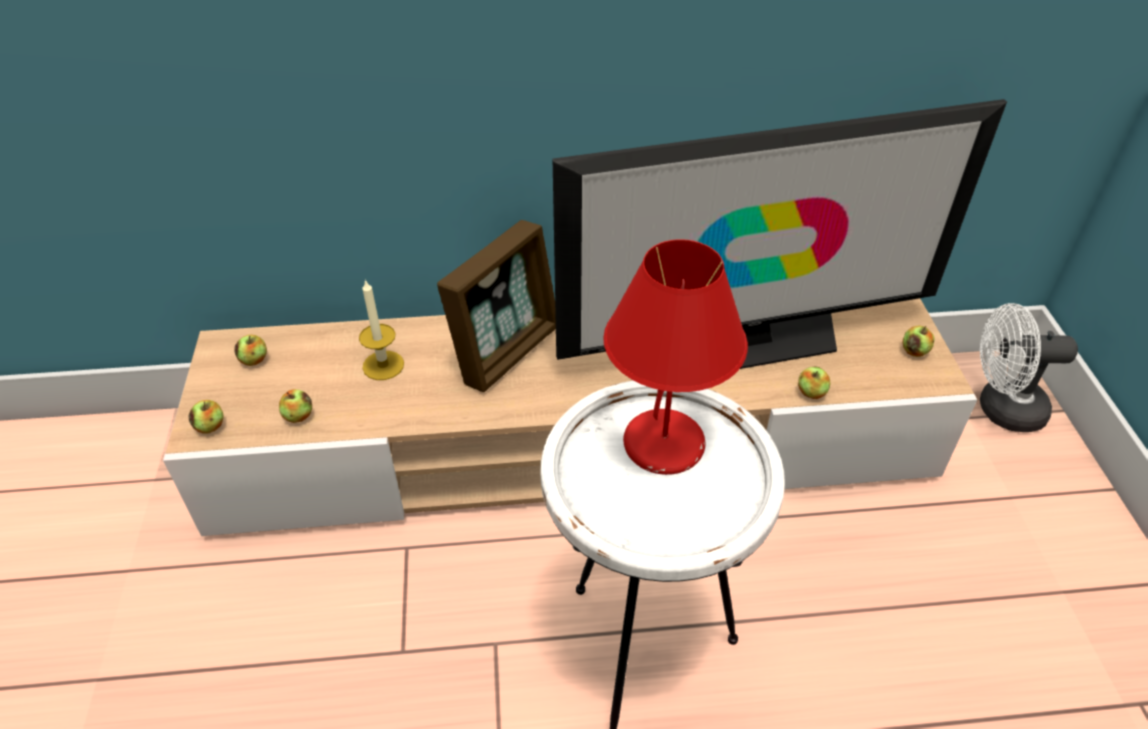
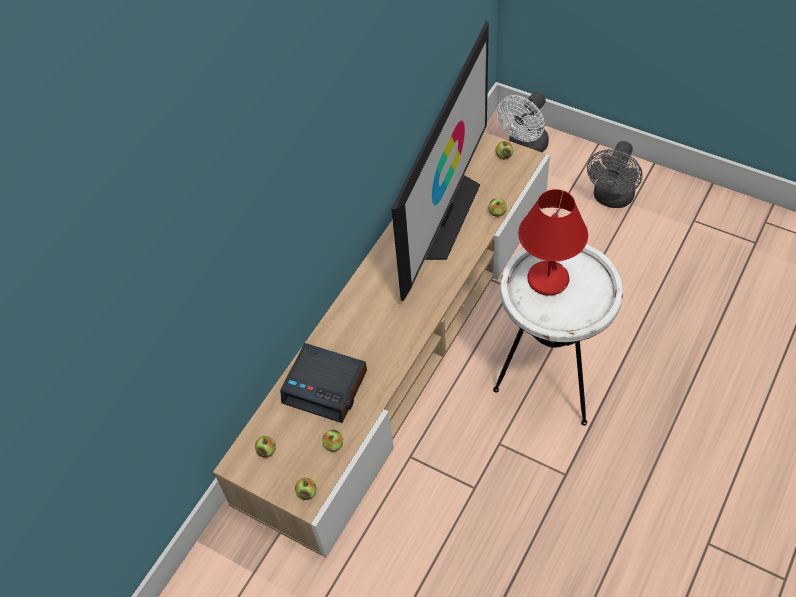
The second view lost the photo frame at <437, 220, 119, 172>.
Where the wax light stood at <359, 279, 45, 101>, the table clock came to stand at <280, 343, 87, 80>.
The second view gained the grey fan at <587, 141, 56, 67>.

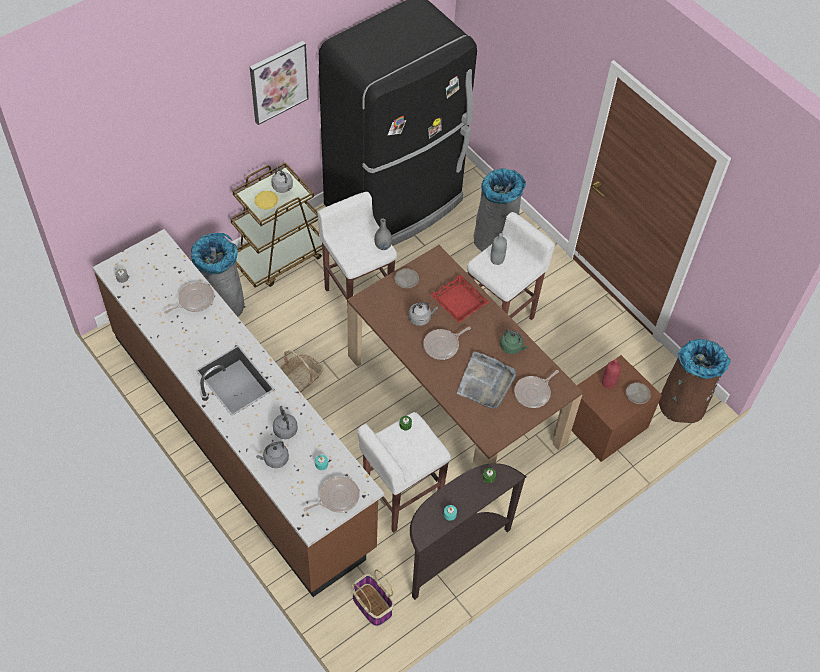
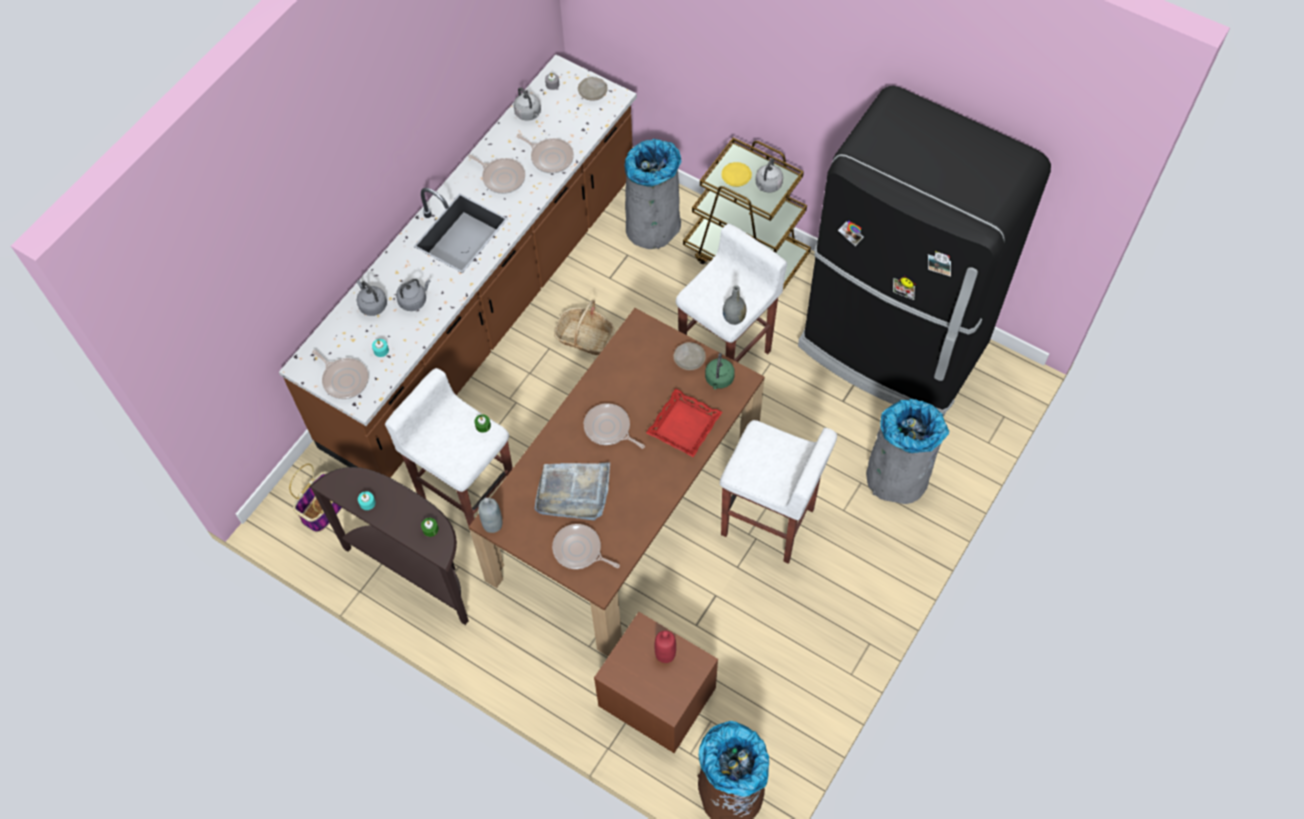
The second view lost the wall art at <250, 41, 59, 84>.
The grey bottle ended up elsewhere, having gone from <490, 233, 17, 32> to <478, 498, 24, 35>.
The grey kettle ended up elsewhere, having gone from <408, 302, 30, 24> to <514, 87, 27, 34>.
The green kettle ended up elsewhere, having gone from <500, 330, 28, 24> to <705, 353, 30, 36>.
The sand-coloured dinner plate ended up elsewhere, having gone from <626, 382, 25, 22> to <578, 77, 30, 24>.
The second view gained the pan at <468, 155, 57, 39>.

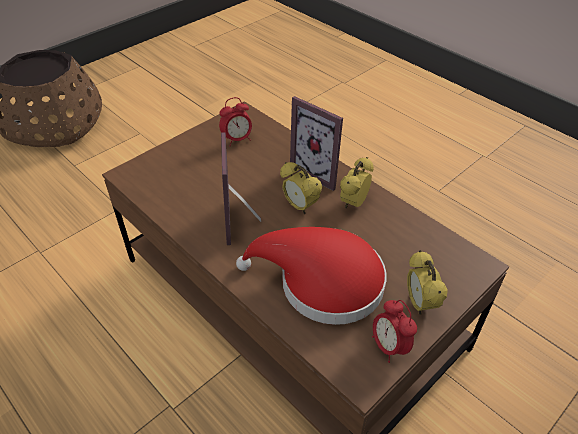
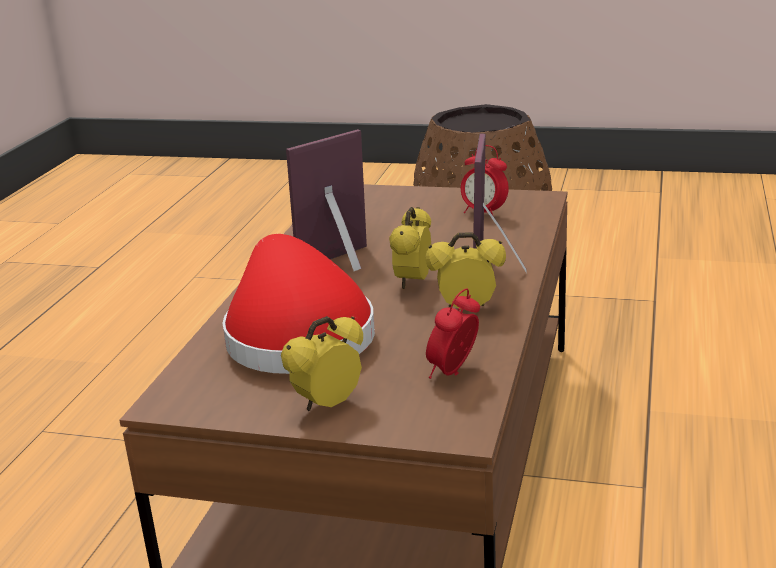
The table clock ended up elsewhere, having gone from <372, 300, 45, 63> to <426, 288, 54, 91>.

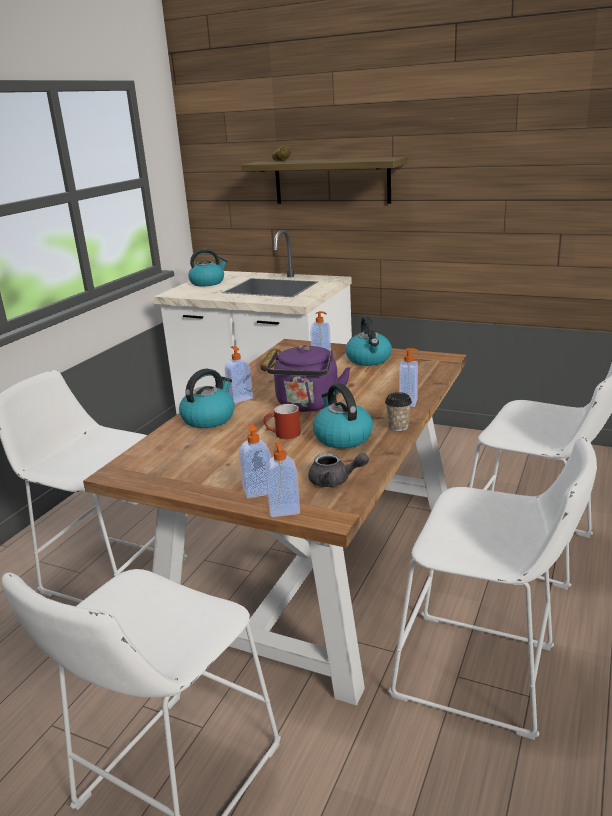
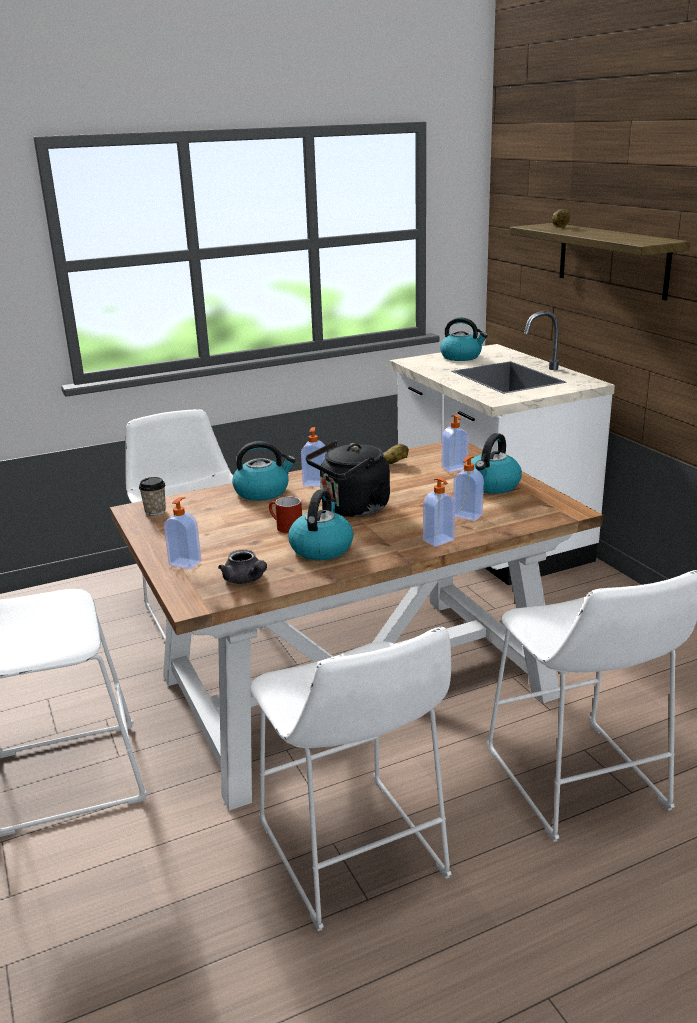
What was the purple kettle at <266, 345, 85, 67> turned into the black kettle at <306, 441, 84, 76>.
The small cup ended up elsewhere, having gone from <385, 392, 27, 39> to <139, 477, 27, 39>.
The liquid soap bottle ended up elsewhere, having gone from <265, 442, 35, 75> to <453, 456, 31, 65>.

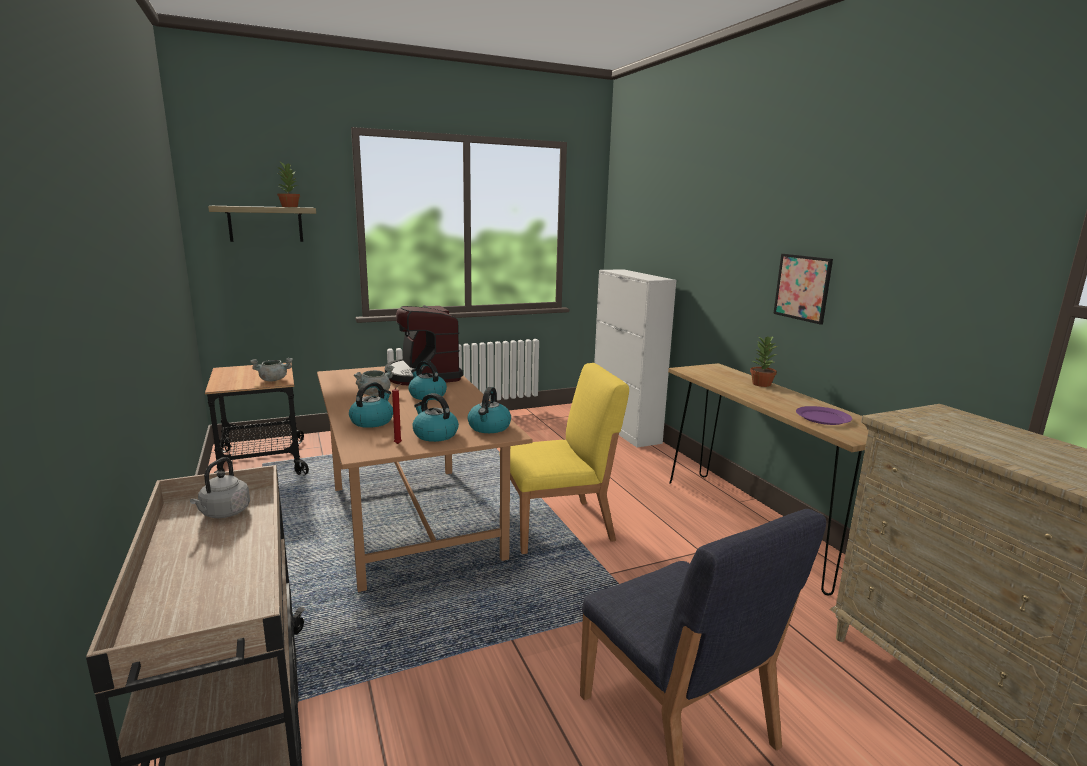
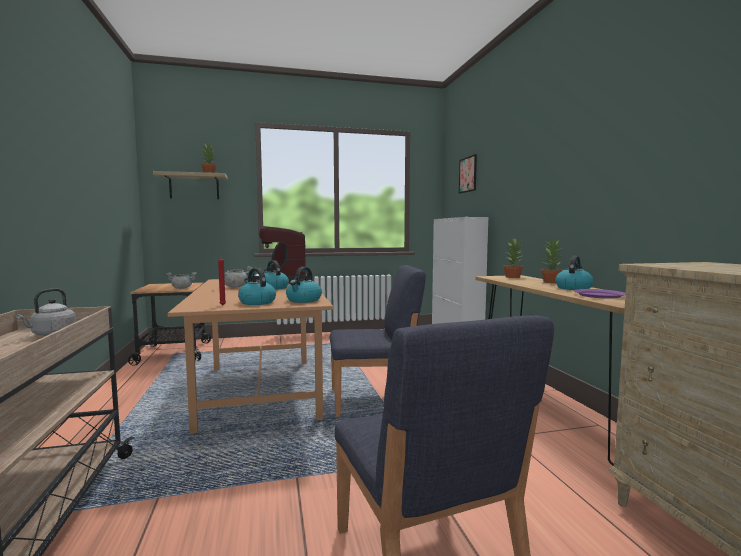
The wall art ended up elsewhere, having gone from <773, 254, 60, 71> to <459, 154, 18, 39>.
What was the yellow-coloured upright chair at <510, 363, 119, 191> turned into the bluish upright chair at <330, 265, 96, 152>.
The kettle ended up elsewhere, having gone from <349, 382, 44, 46> to <555, 256, 39, 34>.
The second view gained the houseplant at <503, 238, 20, 40>.

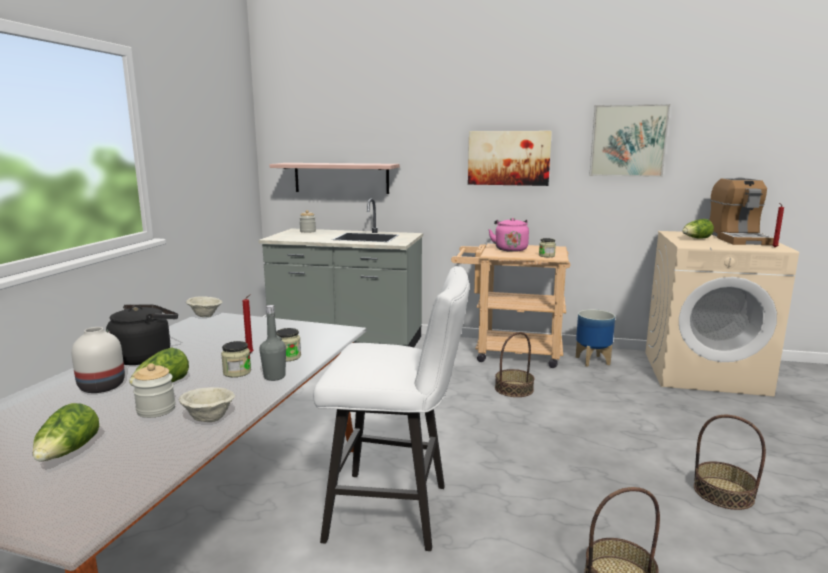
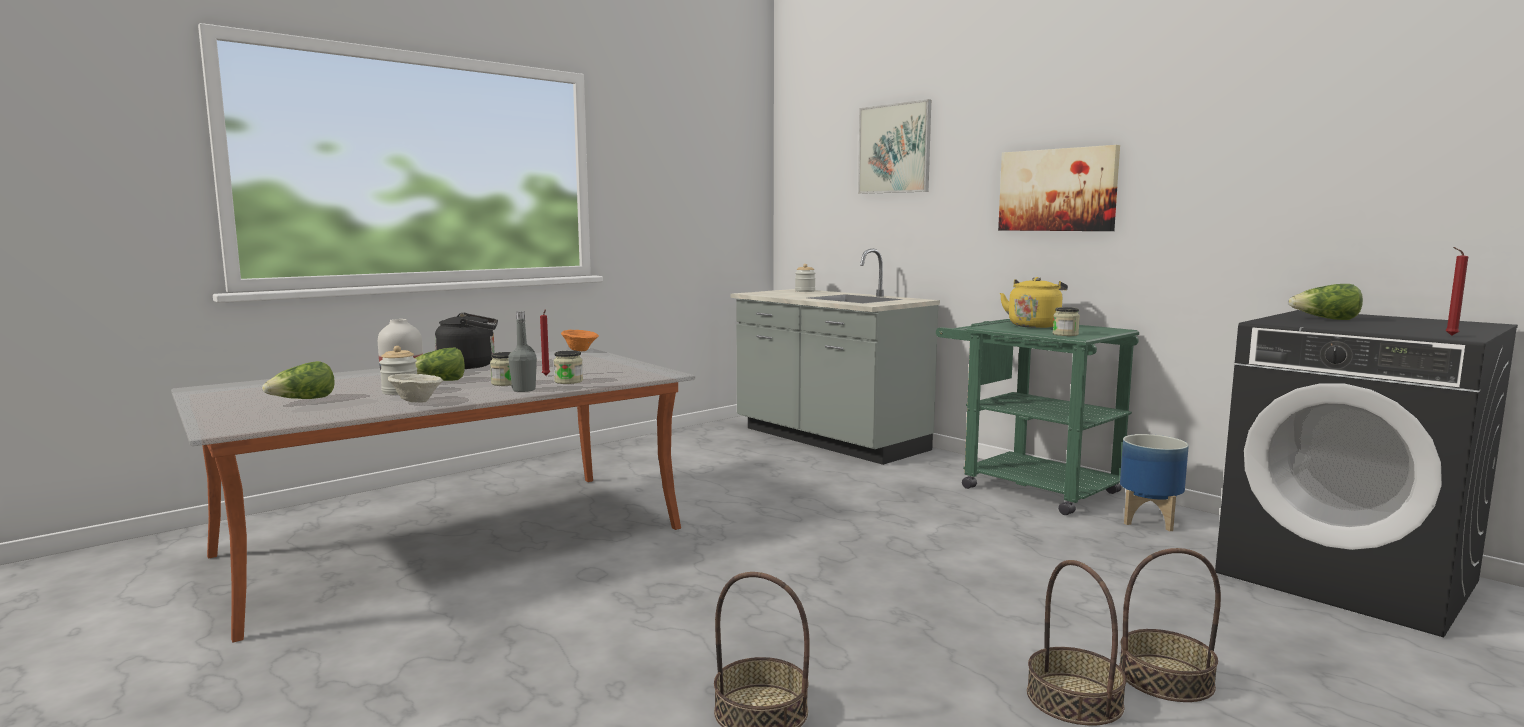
The wall art ended up elsewhere, having gone from <589, 104, 81, 73> to <858, 99, 73, 95>.
The second view lost the wall shelf at <269, 163, 131, 31>.
The second view lost the coffee maker at <709, 177, 65, 68>.
What was the pink-coloured kettle at <488, 218, 41, 34> turned into the yellow-coloured kettle at <1000, 277, 68, 51>.
What was the sand-coloured laundry appliance at <645, 231, 154, 165> turned into the black laundry appliance at <1215, 310, 303, 327>.
What was the sand-coloured trolley at <451, 244, 120, 124> turned into the green trolley at <936, 319, 203, 196>.
The second view lost the white stool at <313, 266, 156, 285>.
What was the sand-coloured bowl at <186, 296, 37, 21> turned into the orange bowl at <561, 330, 38, 21>.
The household basket ended up elsewhere, having gone from <495, 332, 39, 65> to <1119, 548, 102, 154>.

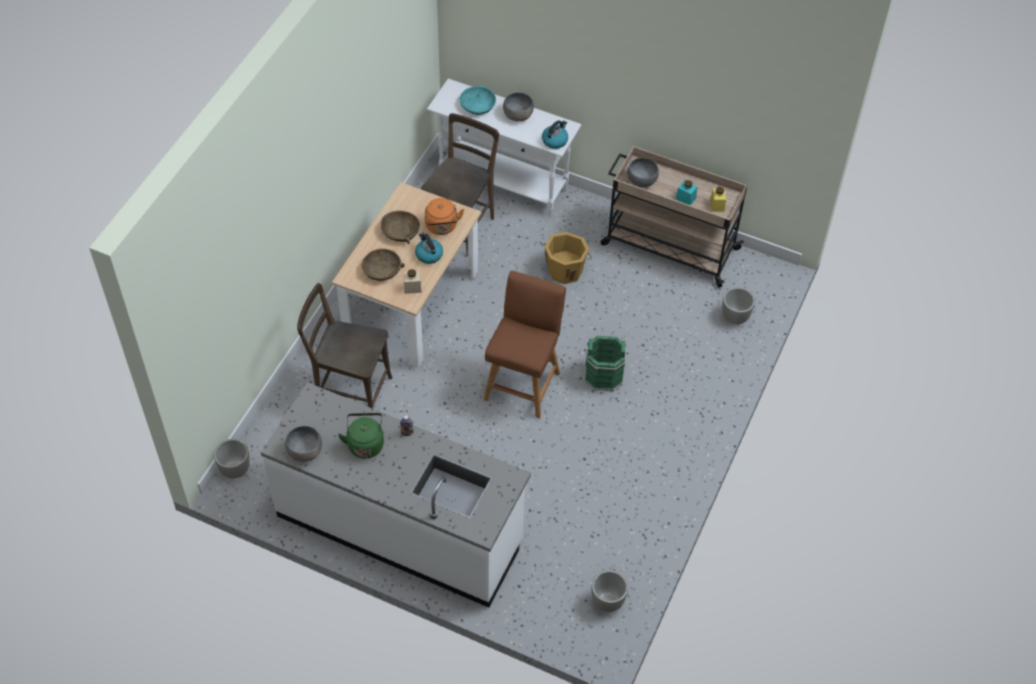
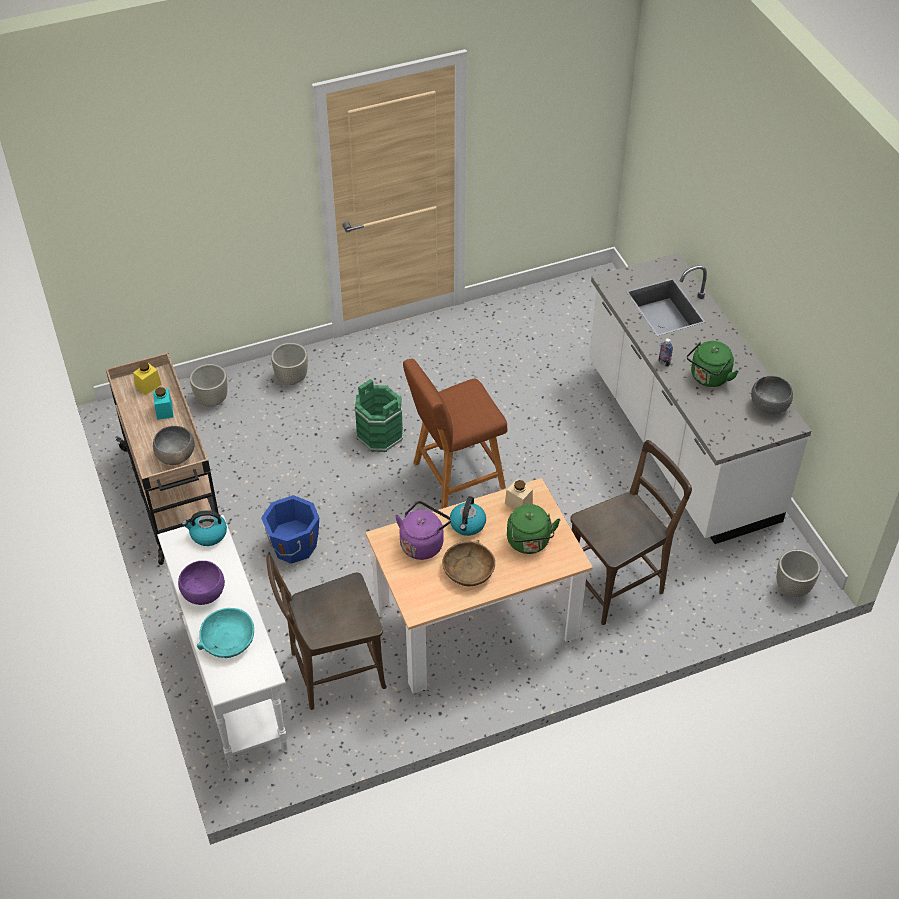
What was the grey bowl at <503, 92, 31, 30> turned into the purple bowl at <178, 561, 47, 44>.
What was the orange kettle at <425, 198, 39, 37> turned into the purple kettle at <395, 501, 56, 59>.
What was the orange bucket at <543, 232, 49, 52> turned into the bluish bucket at <261, 495, 58, 69>.
Where the brown bowl stood at <362, 249, 43, 32>, the green kettle came to stand at <507, 504, 53, 50>.
The brown upright chair at <297, 283, 95, 126> ended up facing another way, 90 degrees counterclockwise from before.
The grey planter ended up elsewhere, having gone from <592, 570, 36, 42> to <271, 343, 37, 42>.

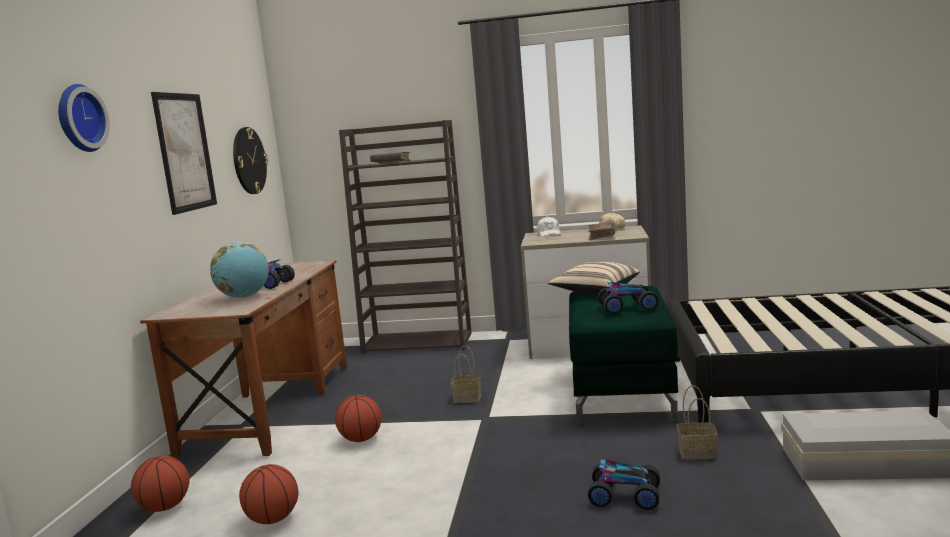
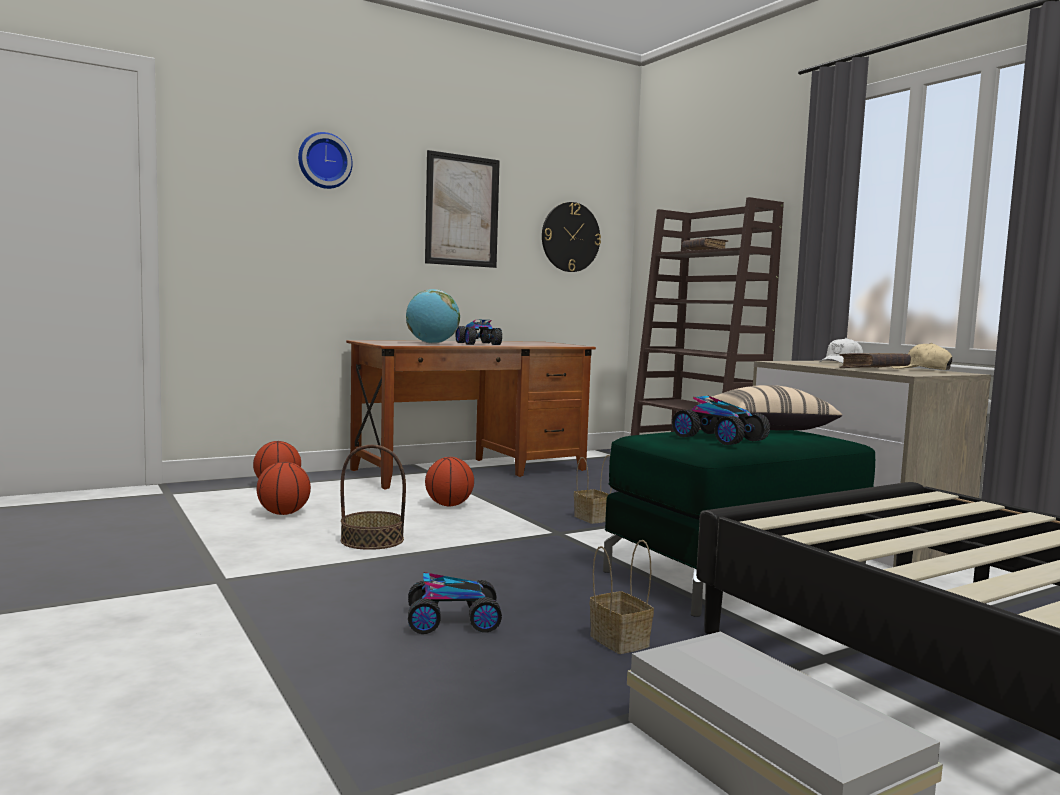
The toy car at <588, 458, 72, 52> ended up facing another way, 75 degrees counterclockwise from before.
The second view gained the household basket at <340, 445, 66, 105>.

